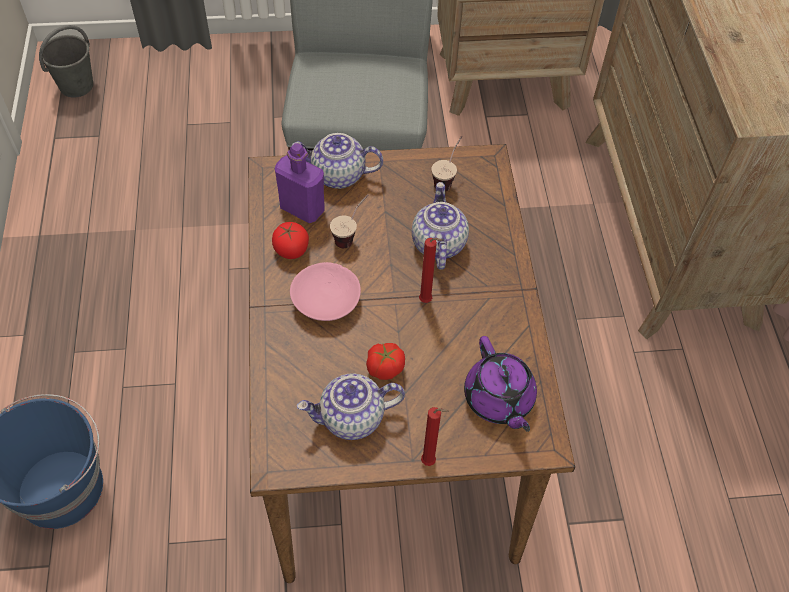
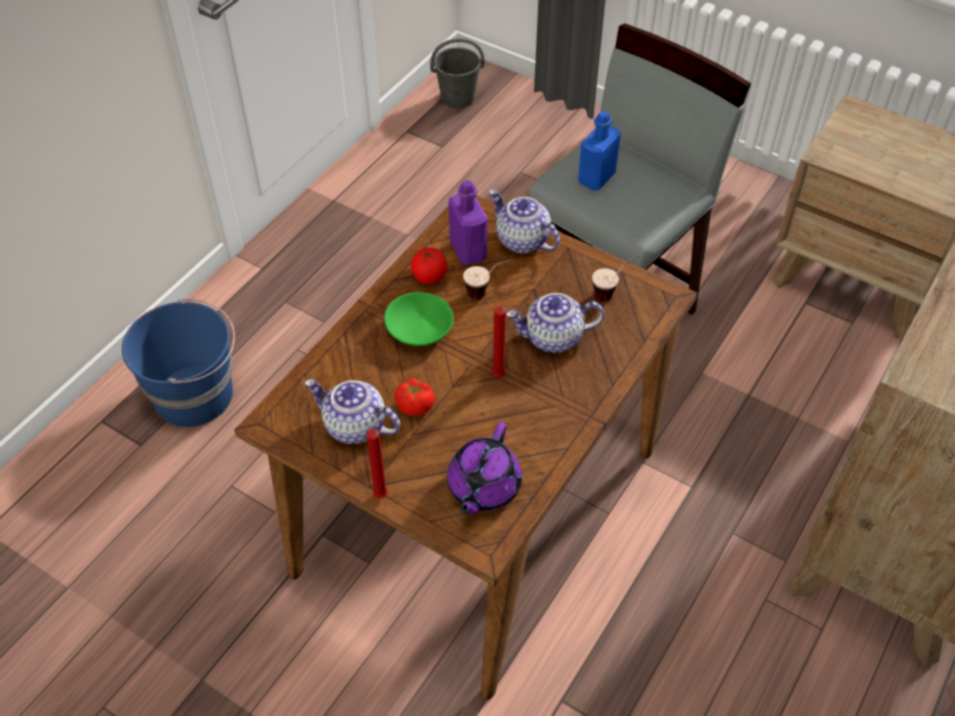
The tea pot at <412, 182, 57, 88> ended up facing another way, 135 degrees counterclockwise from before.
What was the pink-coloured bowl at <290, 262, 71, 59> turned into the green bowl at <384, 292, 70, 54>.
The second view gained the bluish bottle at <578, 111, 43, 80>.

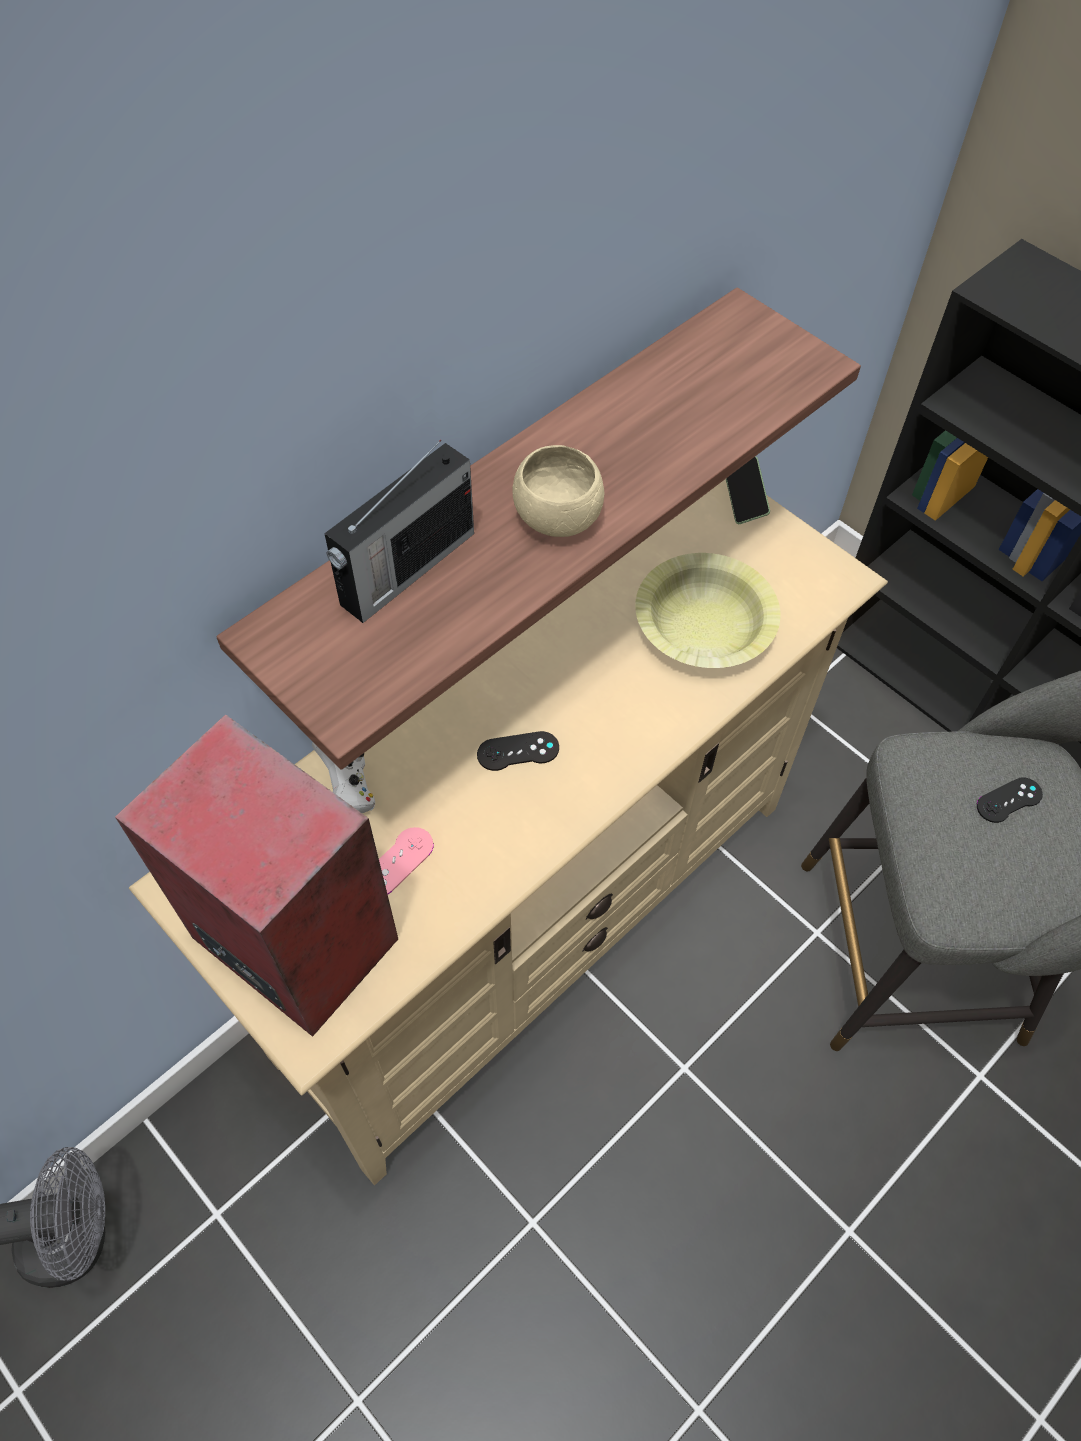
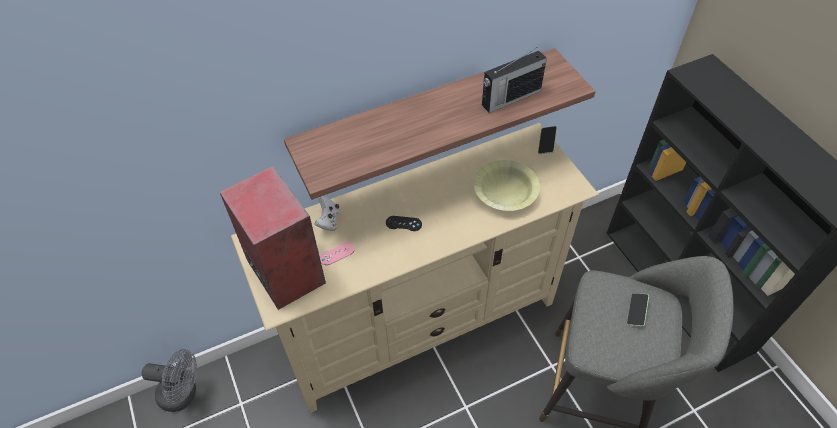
The radio set ended up elsewhere, having gone from <324, 440, 150, 183> to <482, 48, 65, 65>.
The second view lost the sand-coloured bowl at <513, 445, 92, 92>.
Where the black joypad stood at <977, 778, 66, 45>, the handset came to stand at <627, 293, 22, 33>.

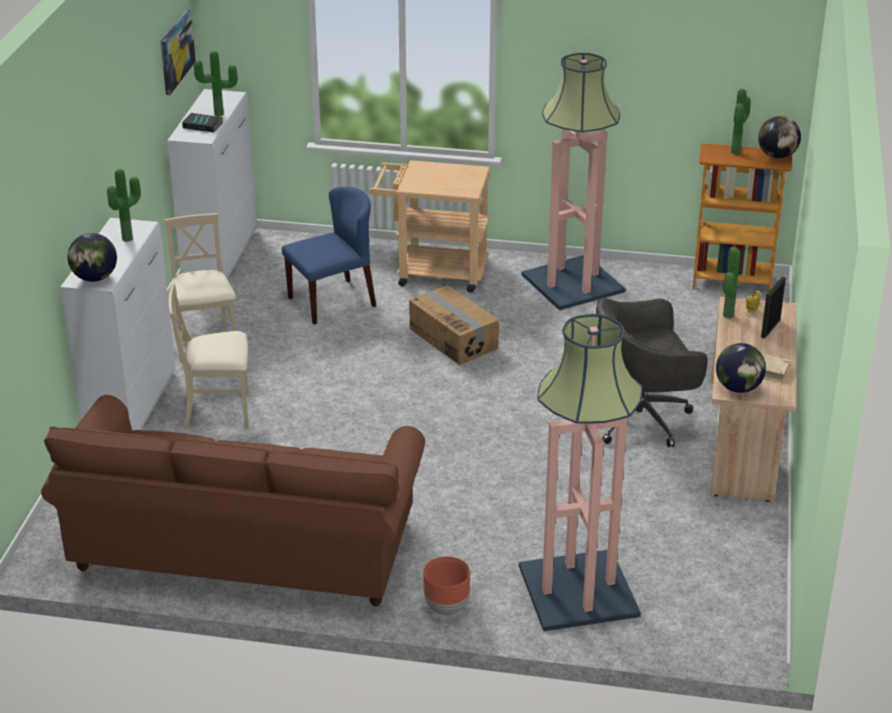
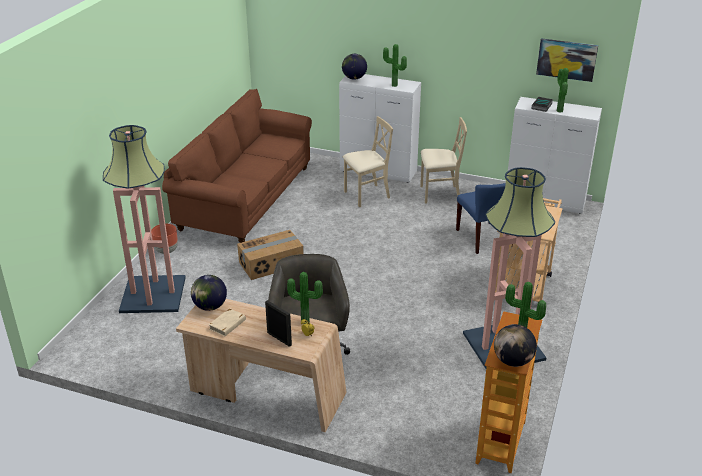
The sand-coloured upright chair at <169, 284, 80, 146> ended up facing another way, 60 degrees clockwise from before.
The packing box ended up elsewhere, having gone from <409, 285, 90, 80> to <237, 230, 67, 50>.

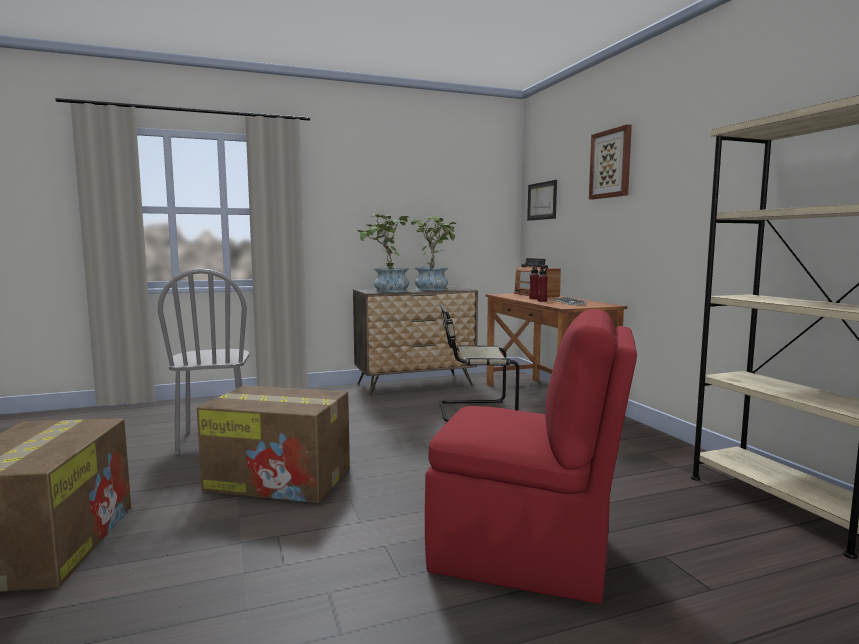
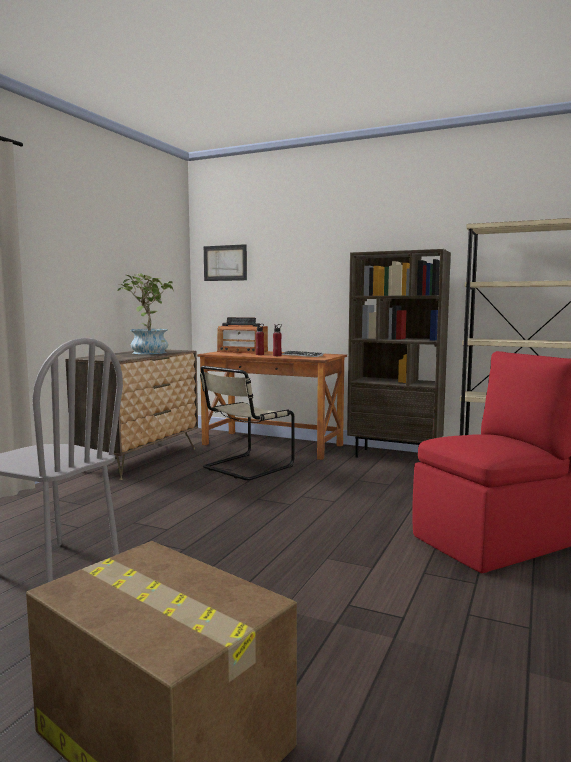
The second view lost the wall art at <589, 124, 43, 75>.
The second view lost the houseplant at <354, 213, 55, 80>.
The second view lost the packing box at <197, 386, 153, 117>.
The second view gained the brown bookshelf at <347, 249, 104, 209>.

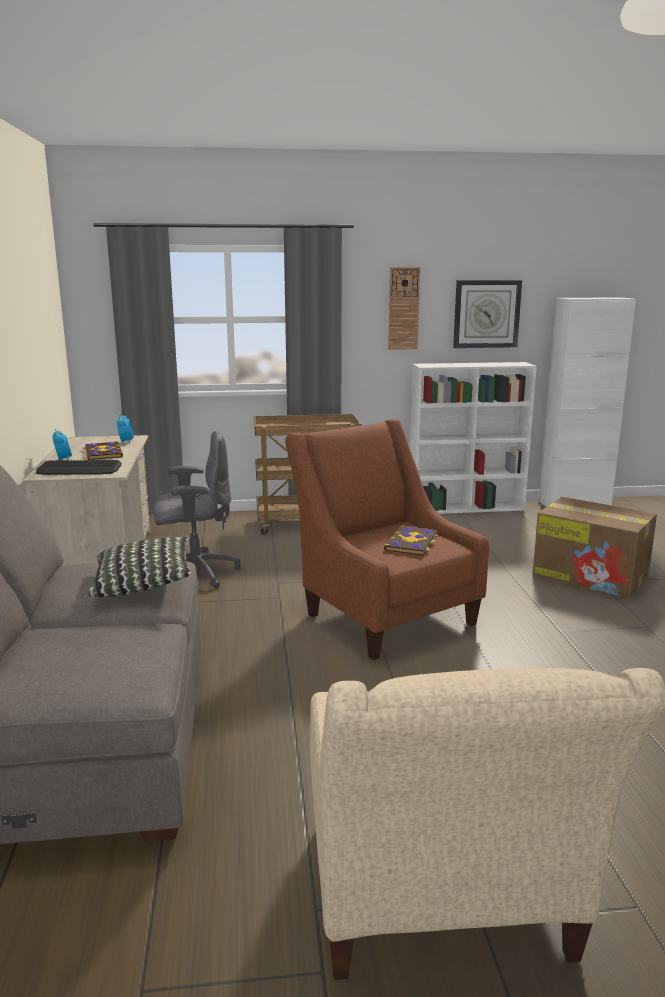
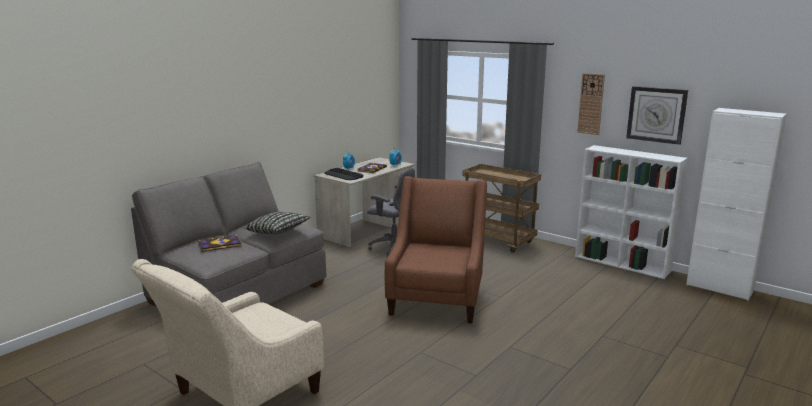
The second view lost the packing box at <533, 497, 124, 102>.
The book ended up elsewhere, having gone from <384, 525, 55, 31> to <198, 235, 44, 17>.

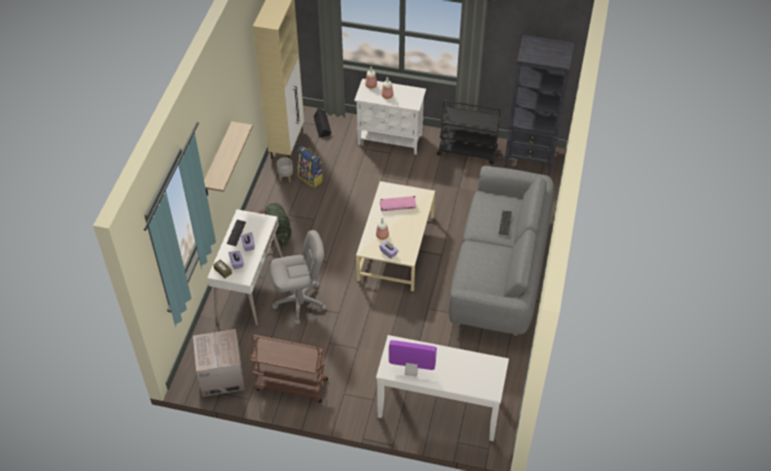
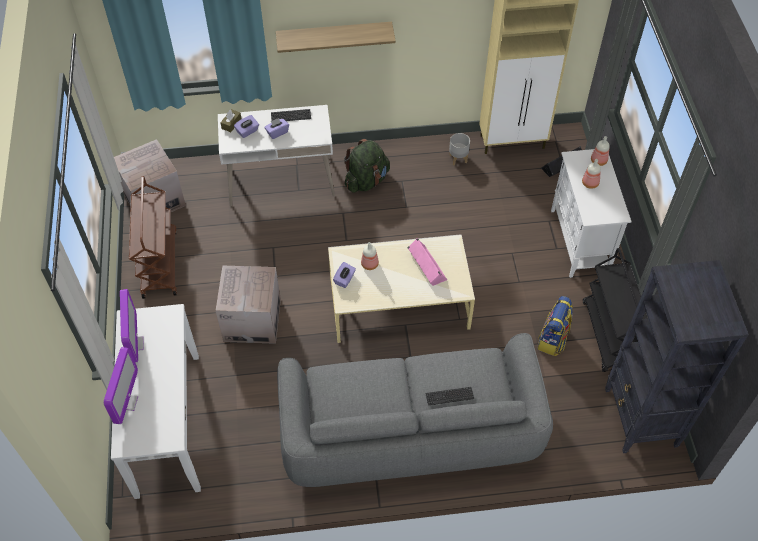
The knapsack ended up elsewhere, having gone from <297, 146, 27, 42> to <538, 296, 35, 60>.
The second view lost the grey office chair at <269, 230, 58, 94>.
The second view gained the packing box at <215, 266, 66, 78>.
The second view gained the monitor at <104, 347, 34, 77>.

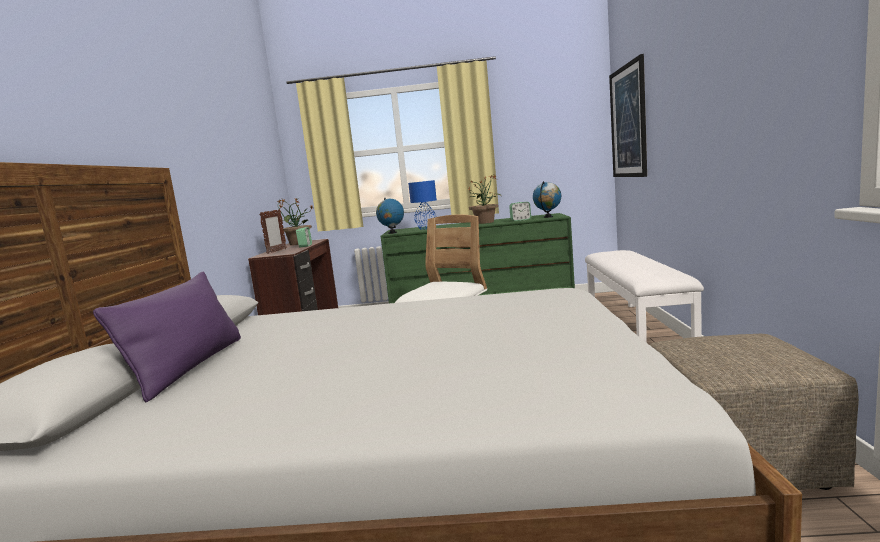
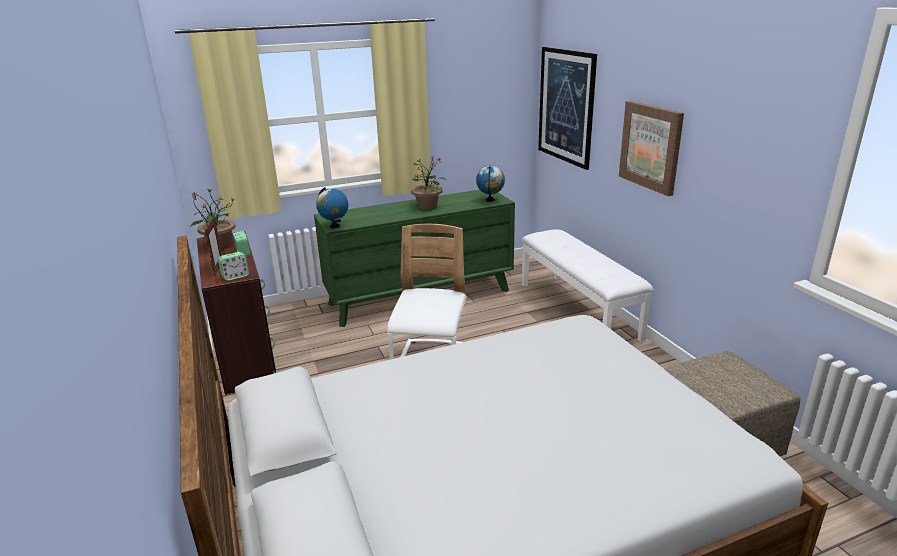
The second view lost the bluish lamp for a table at <408, 180, 29, 50>.
The table clock ended up elsewhere, having gone from <509, 202, 22, 19> to <218, 252, 31, 29>.
The second view lost the purple cushion at <93, 272, 148, 130>.
The second view gained the wall art at <619, 101, 65, 95>.

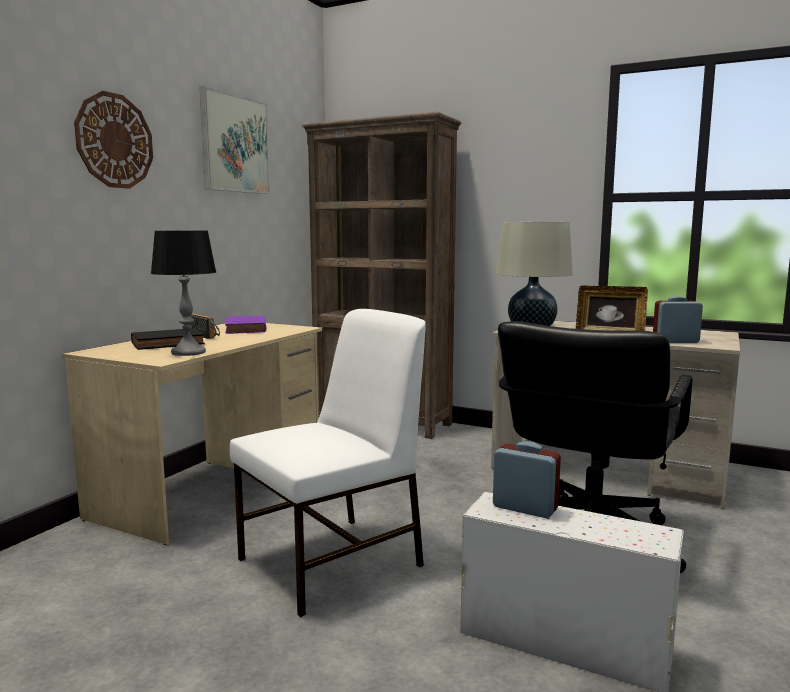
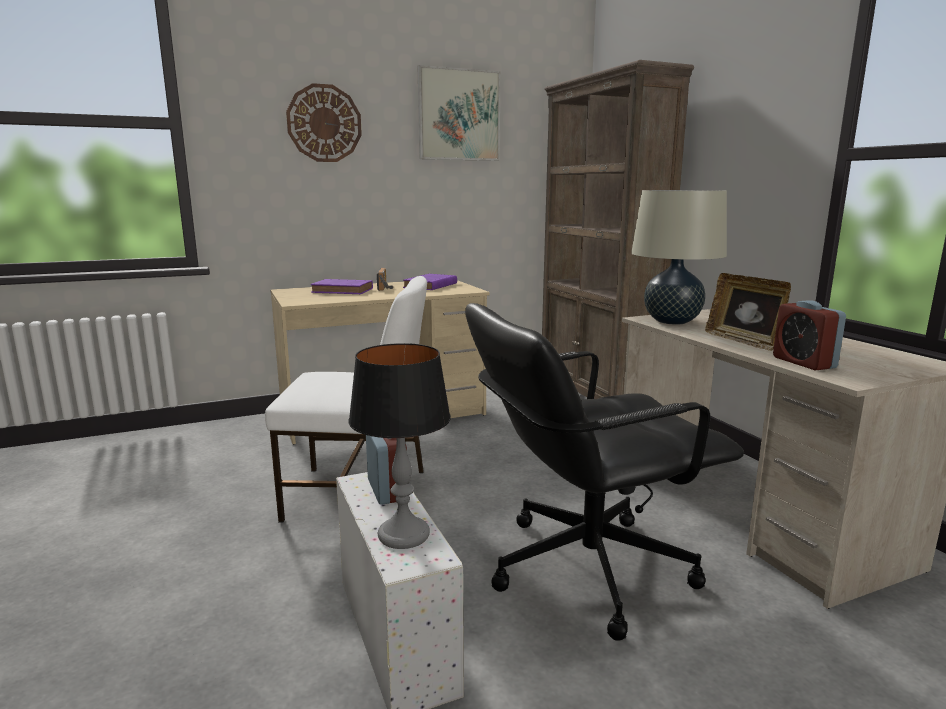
The lamp for a table ended up elsewhere, having gone from <151, 231, 65, 125> to <349, 343, 102, 206>.
The table clock at <653, 296, 50, 47> ended up facing another way, 150 degrees counterclockwise from before.
What was the black book at <131, 328, 74, 22> turned into the purple book at <311, 279, 62, 15>.

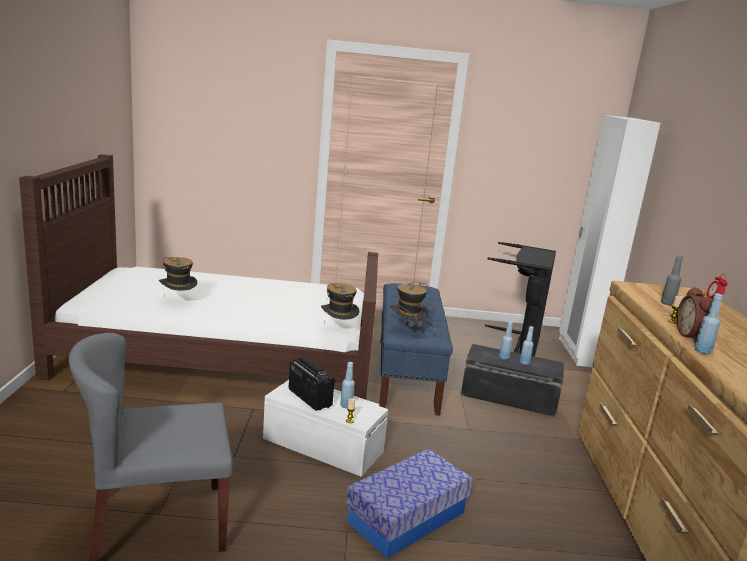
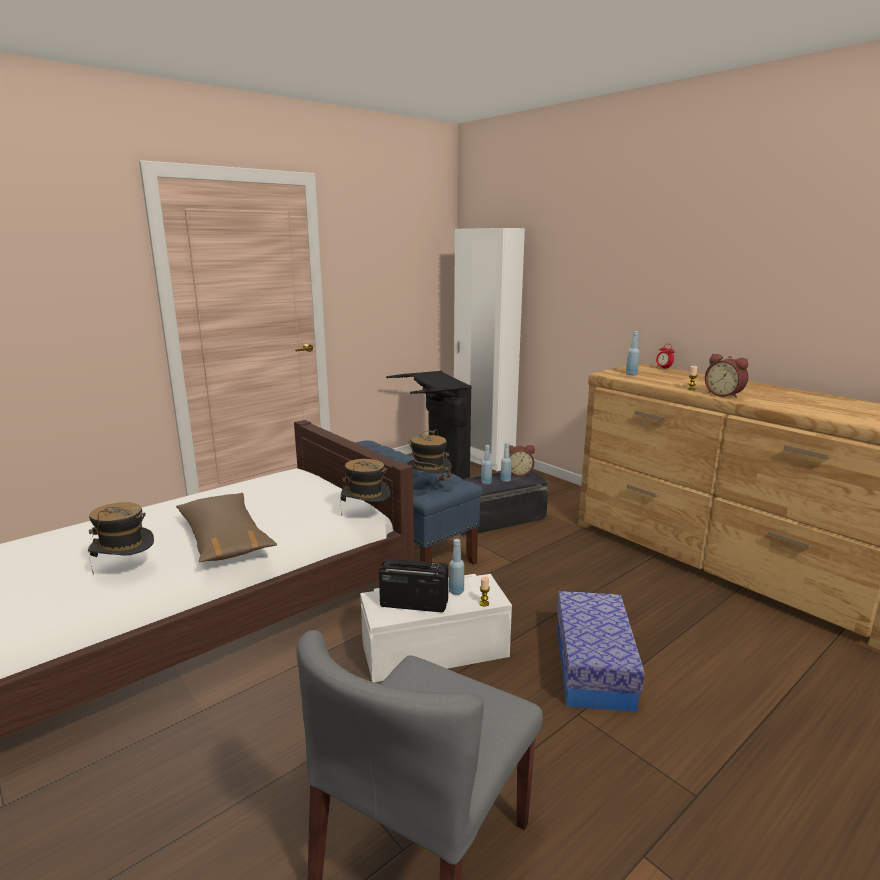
The second view lost the grey bottle at <661, 255, 22, 51>.
The bluish bottle ended up elsewhere, having gone from <695, 293, 28, 61> to <626, 331, 14, 44>.
The second view gained the table clock at <509, 445, 26, 32>.
The second view gained the brown cushion at <176, 493, 101, 69>.

